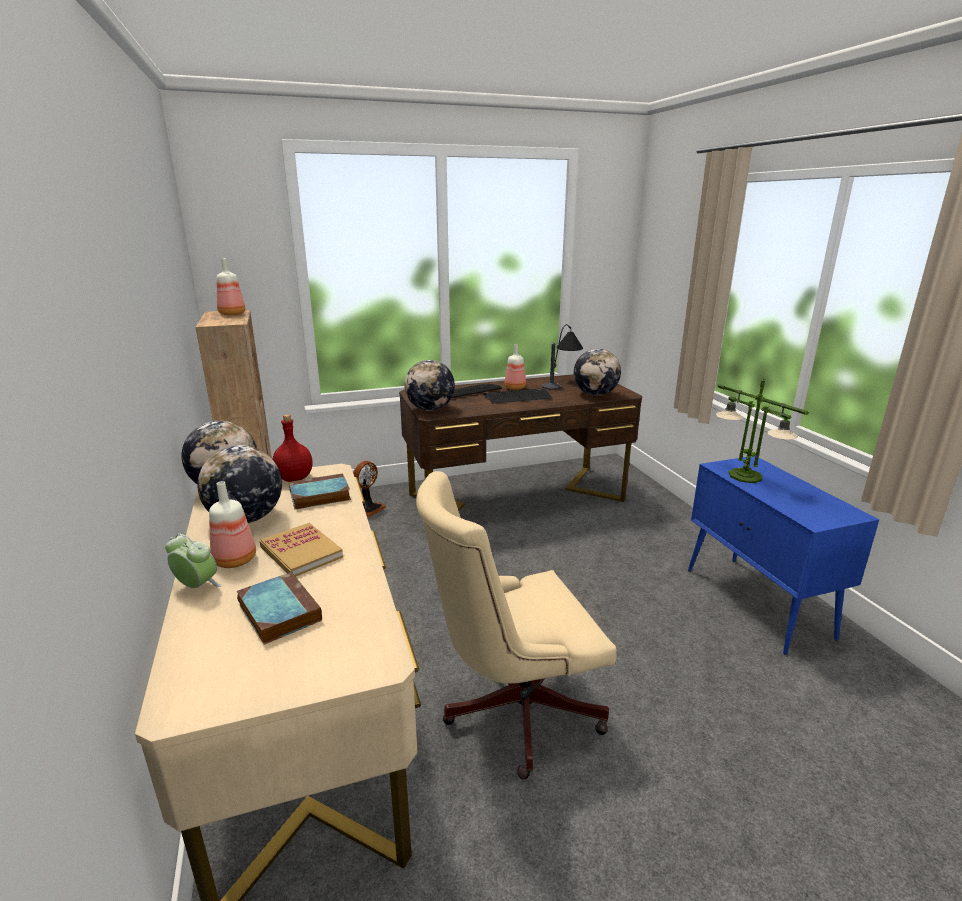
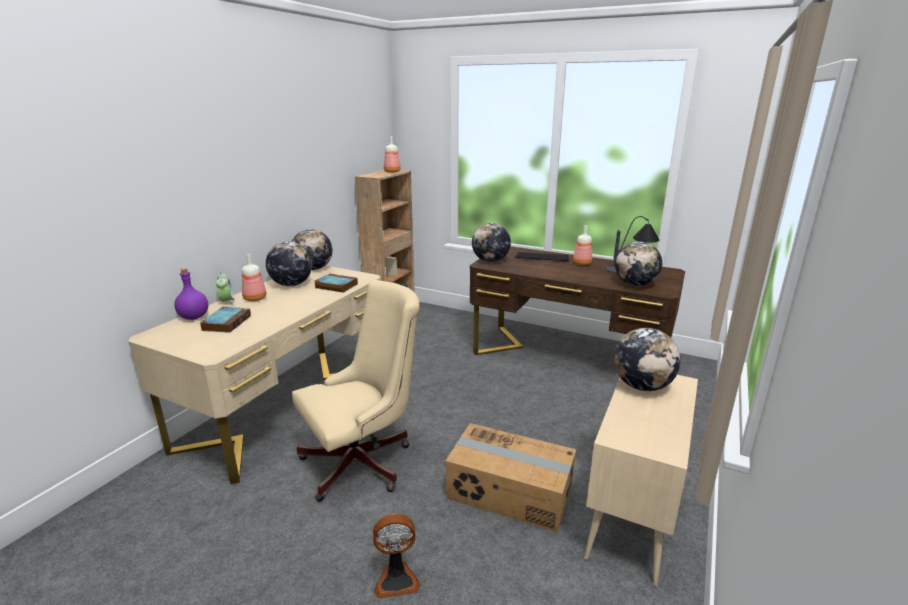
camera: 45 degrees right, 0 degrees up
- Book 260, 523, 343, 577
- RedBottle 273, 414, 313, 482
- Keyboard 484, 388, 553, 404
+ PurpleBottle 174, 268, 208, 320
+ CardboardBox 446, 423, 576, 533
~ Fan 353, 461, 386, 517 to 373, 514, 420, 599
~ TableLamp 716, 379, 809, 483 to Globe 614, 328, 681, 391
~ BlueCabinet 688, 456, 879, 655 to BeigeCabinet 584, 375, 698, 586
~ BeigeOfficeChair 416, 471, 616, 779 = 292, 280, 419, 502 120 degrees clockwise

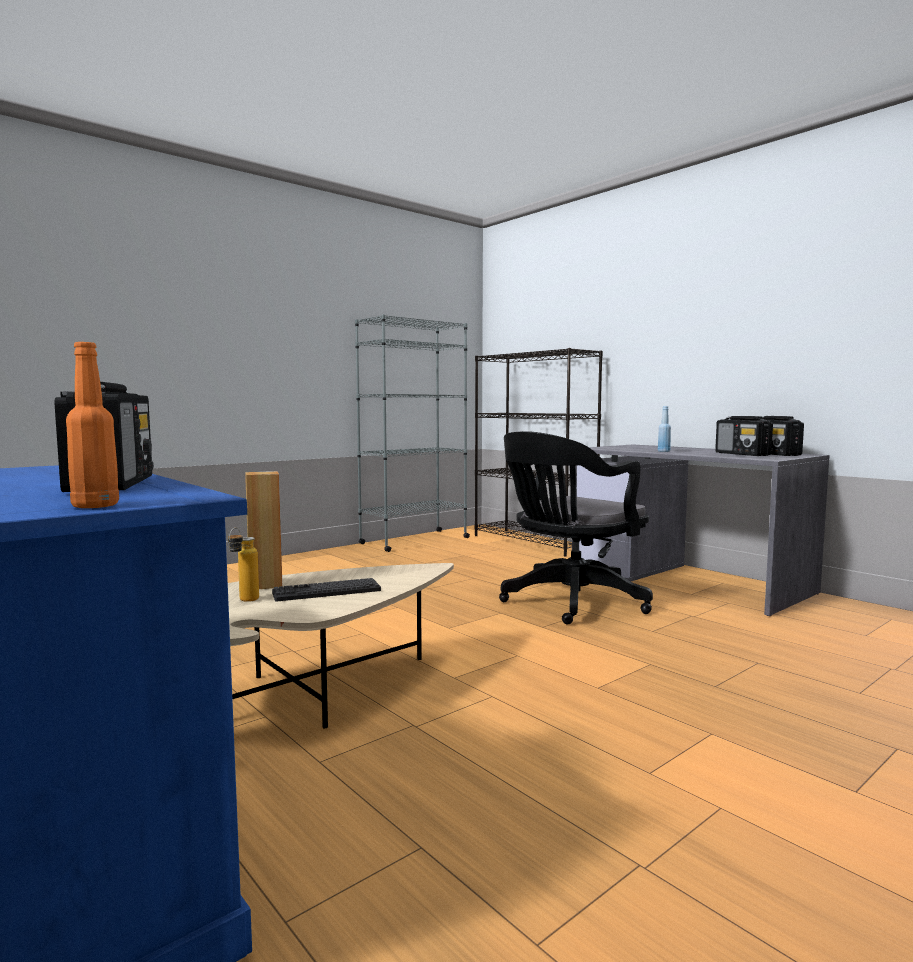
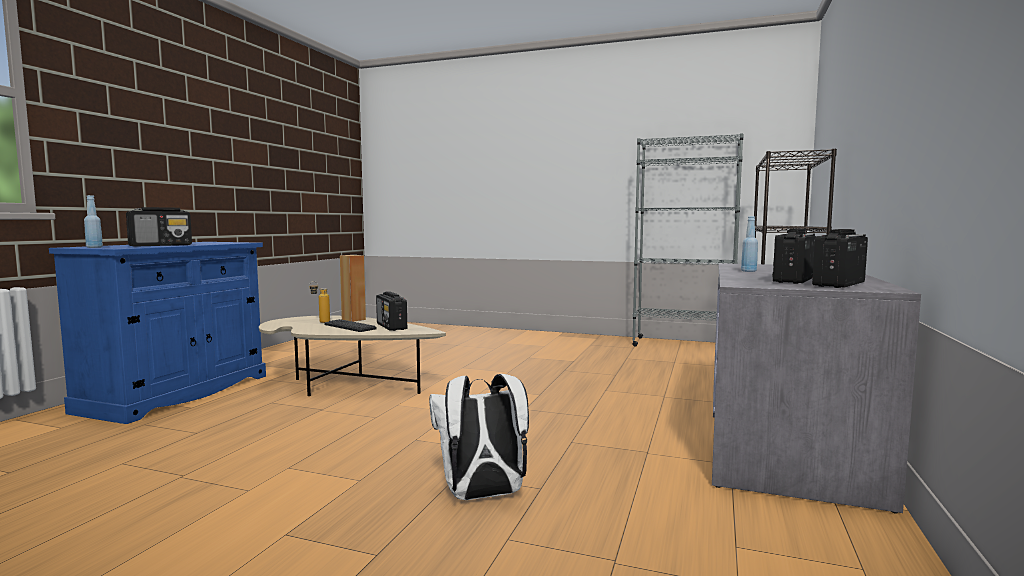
camera: 60 degrees right, 0 degrees up
- BlackOfficeChair 499, 431, 653, 624
+ Radio 376, 291, 407, 331
+ WhiteBackpack 429, 374, 529, 500
~ OrangeBottle 66, 342, 119, 508 to BlueBottle 84, 195, 103, 248

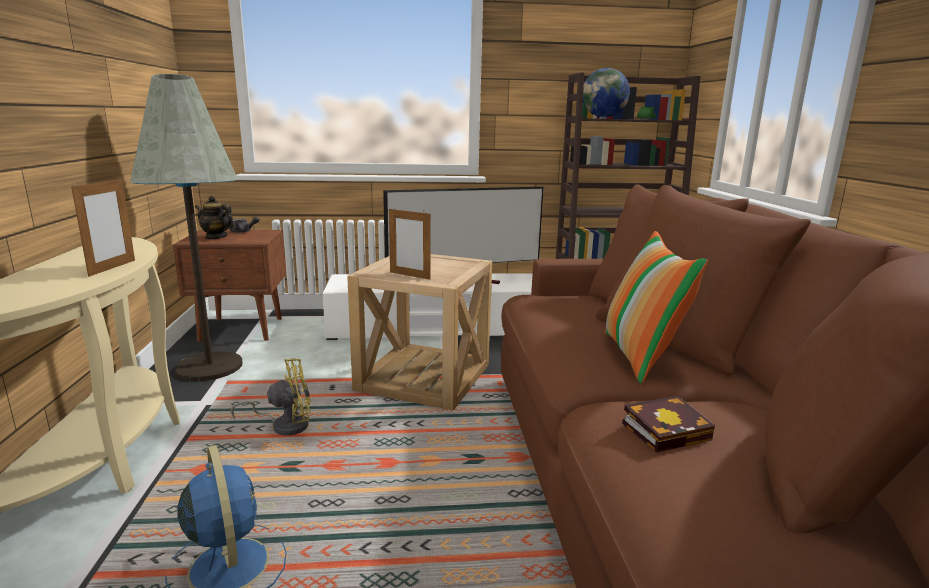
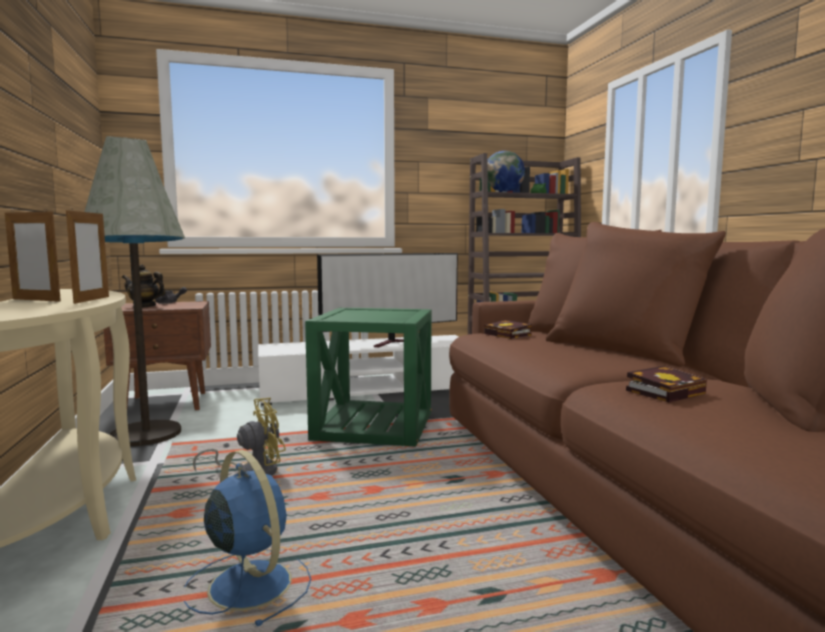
camera: 10 degrees left, 10 degrees down
- Pillow 605, 231, 708, 384
+ Book 485, 320, 532, 339
~ PictureFrame 389, 207, 431, 280 to 5, 208, 61, 302
~ BeigeSideTable 347, 254, 492, 410 to GreenSideTable 305, 308, 432, 447

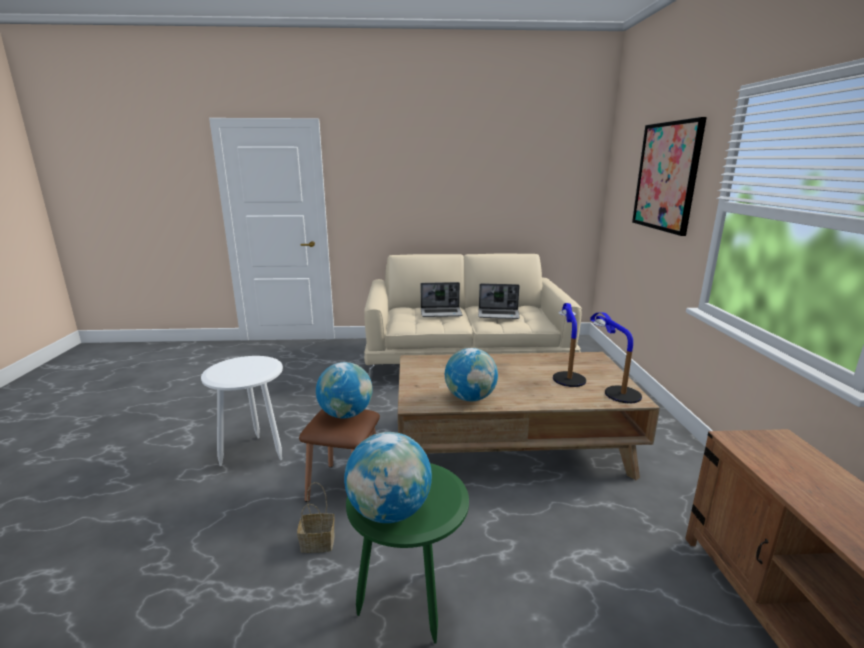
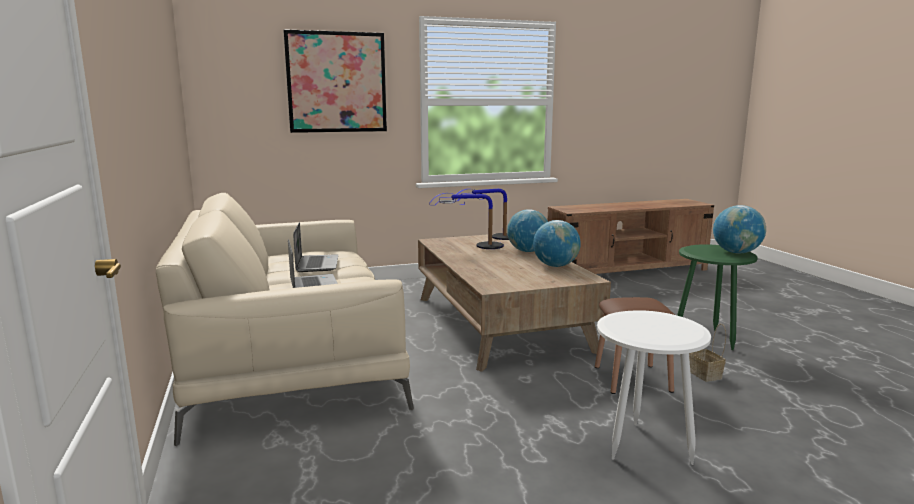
camera: 105 degrees left, 5 degrees down
~ Globe 316, 362, 373, 419 to 507, 209, 548, 252

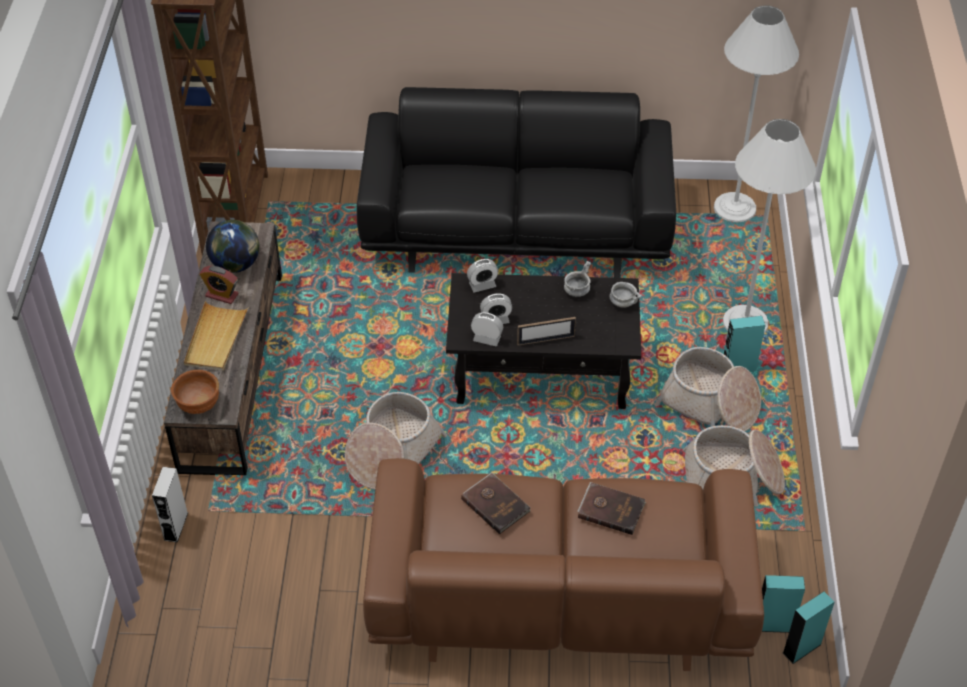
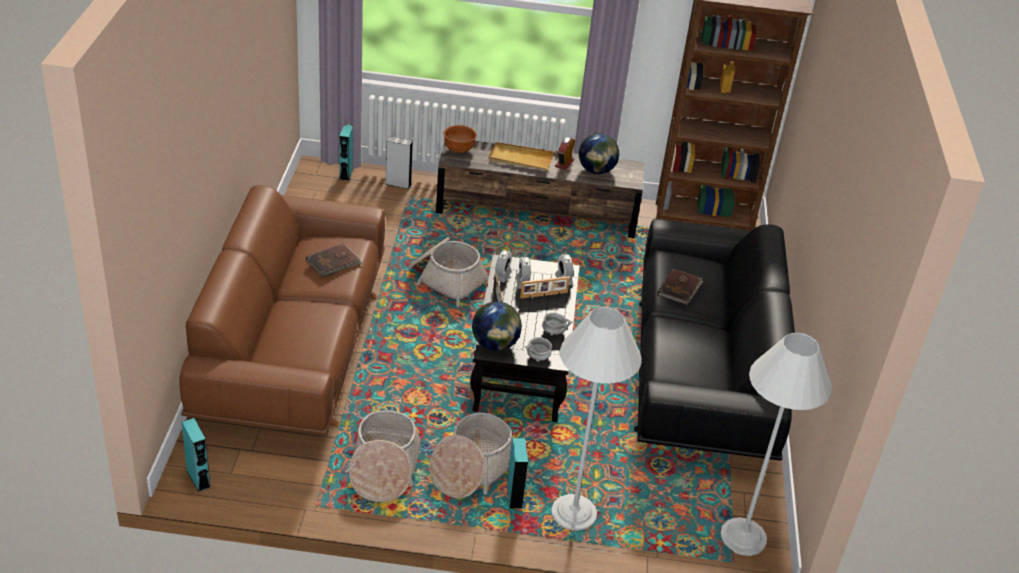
camera: 90 degrees right, 10 degrees down
+ Globe 472, 301, 522, 351
+ PictureFrame 520, 276, 570, 298
~ BrownBook 578, 482, 646, 535 to 657, 268, 703, 305
~ TurquoiseSpeaker 762, 575, 805, 633 to 339, 125, 354, 181

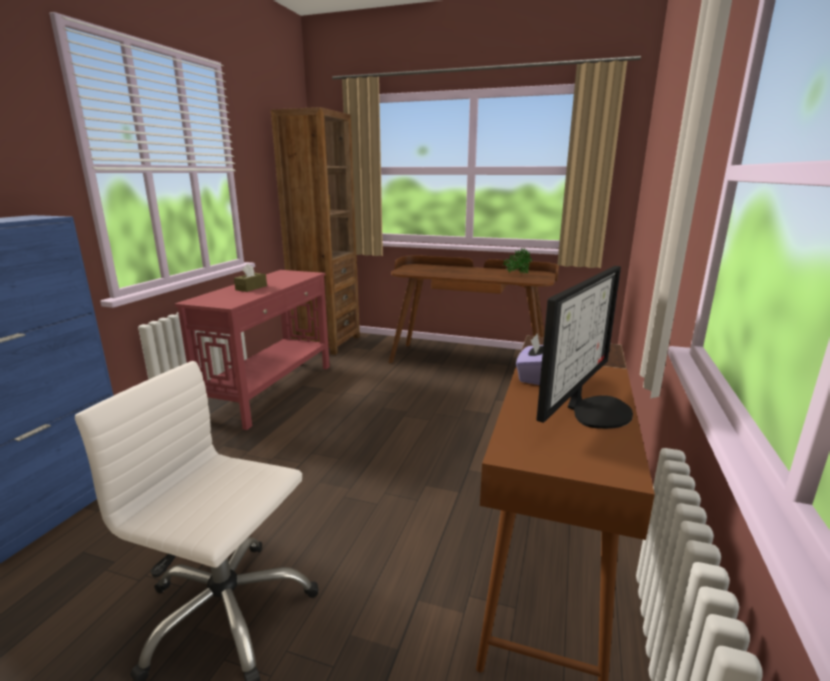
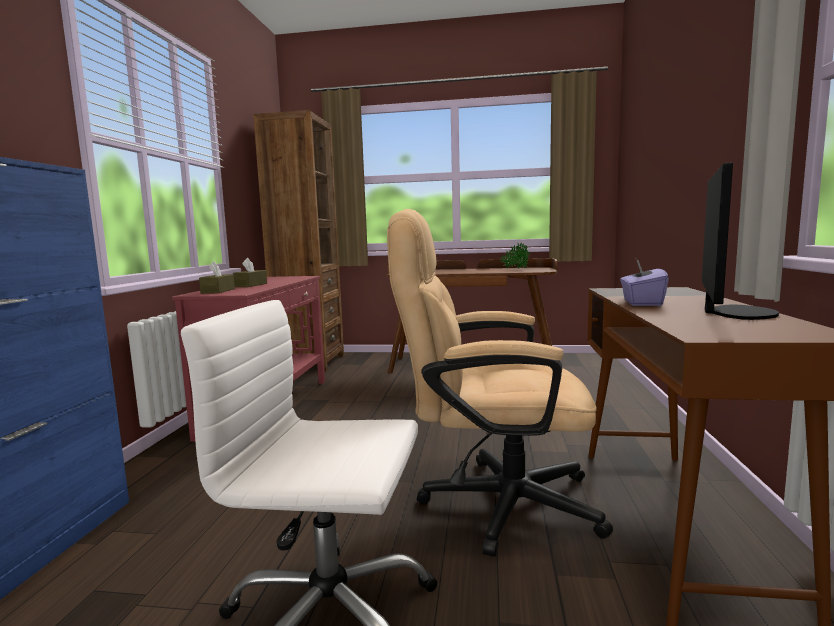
camera: 10 degrees left, 10 degrees down
+ BrownTissueBox 199, 261, 235, 294
+ BeigeOfficeChair 387, 209, 613, 557

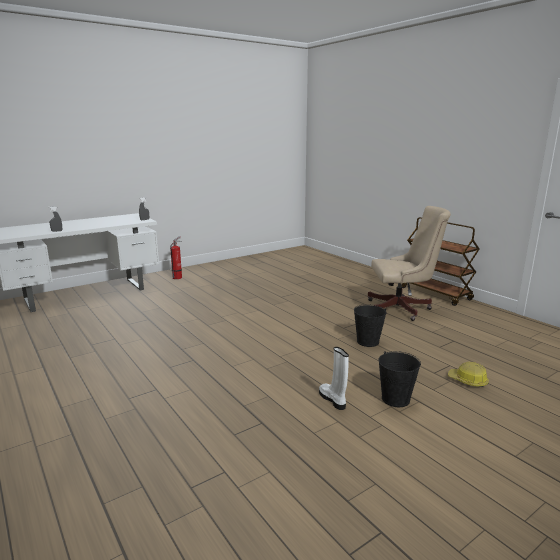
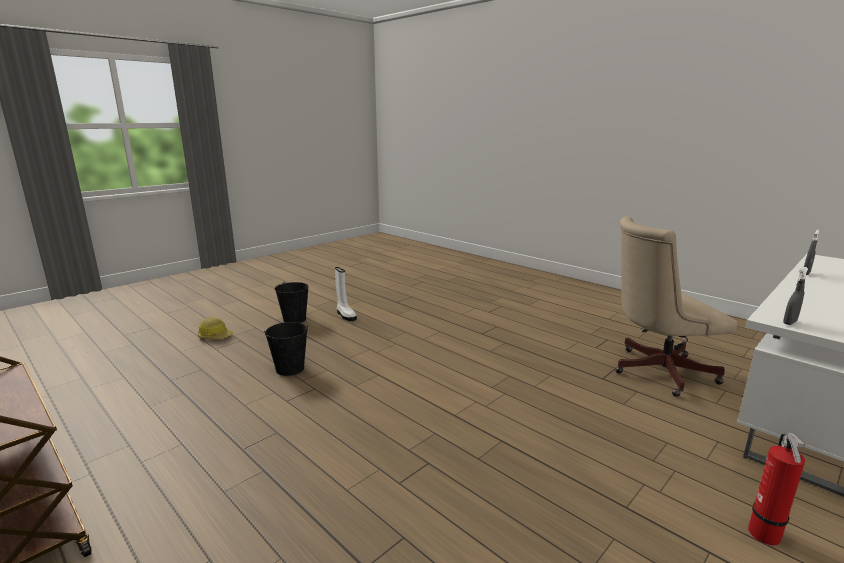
camera: 170 degrees right, 0 degrees up
~ BeigeOfficeChair 368, 206, 451, 321 to 615, 216, 737, 397

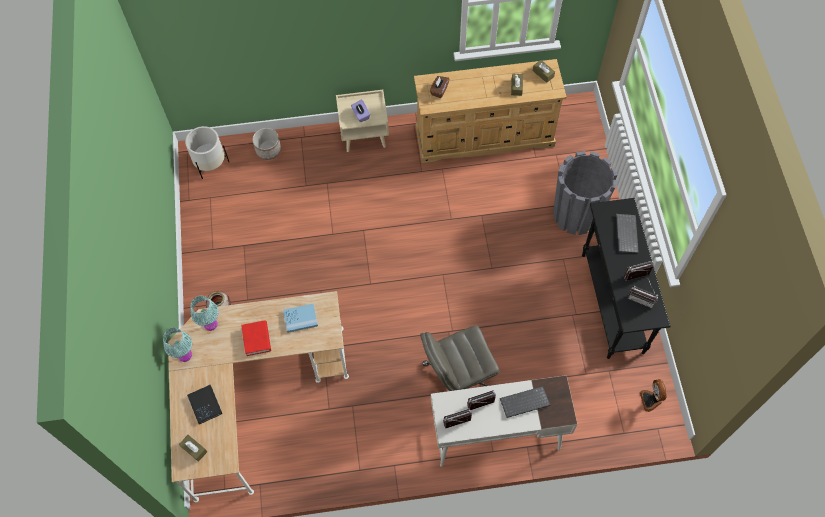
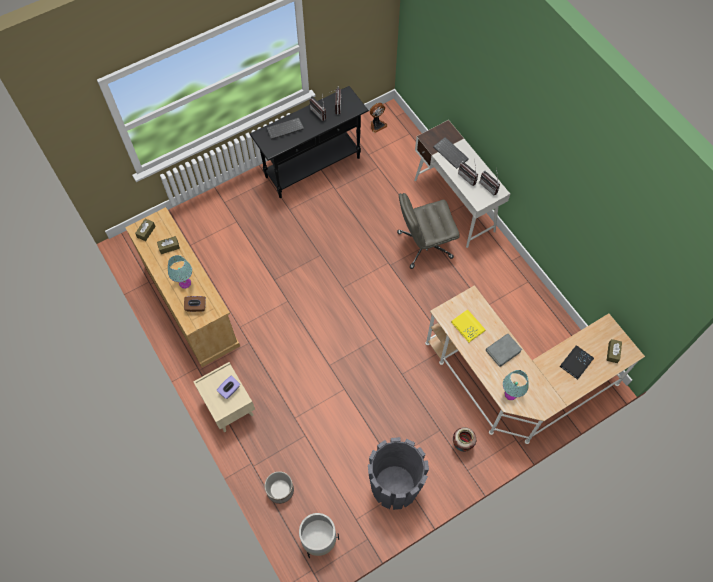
camera: 115 degrees left, 0 degrees up
~ TurquoiseTableLamp 163, 328, 192, 362 to 168, 255, 192, 289
~ GreyPlanter 553, 151, 617, 235 to 368, 437, 429, 510
~ RedBook 241, 320, 271, 356 to GreyBook 486, 334, 522, 367
~ BlueBook 283, 303, 318, 333 to YellowBook 451, 309, 486, 342
~ GreyOfficeChair 420, 325, 499, 391 = 397, 193, 460, 269 120 degrees clockwise

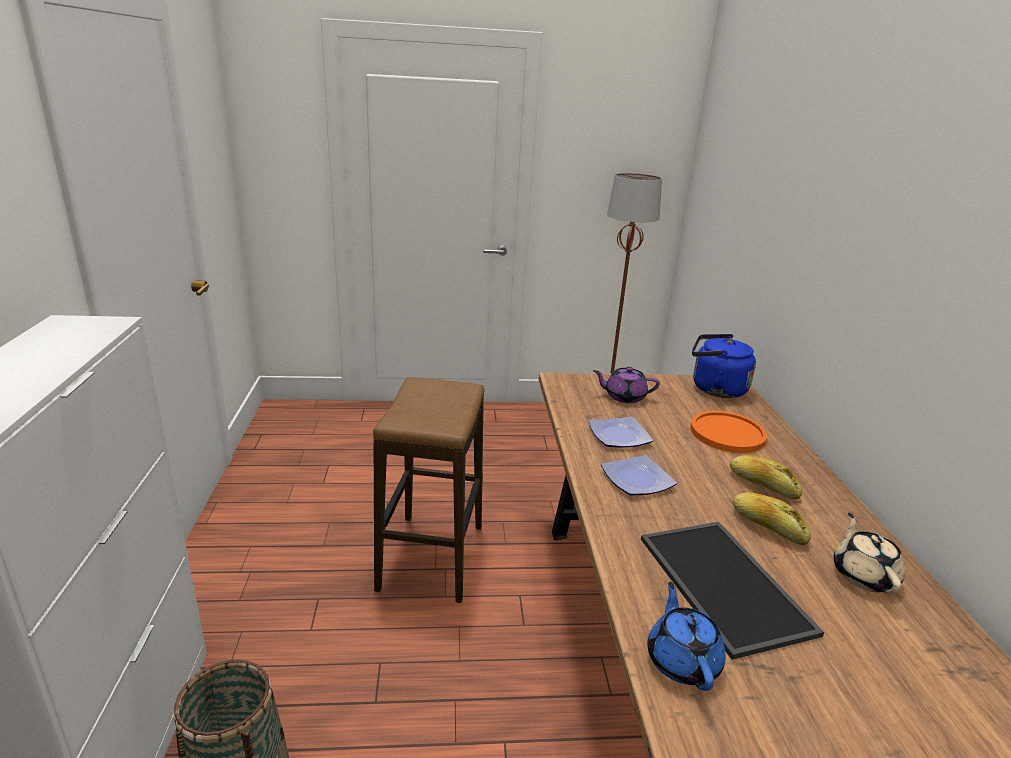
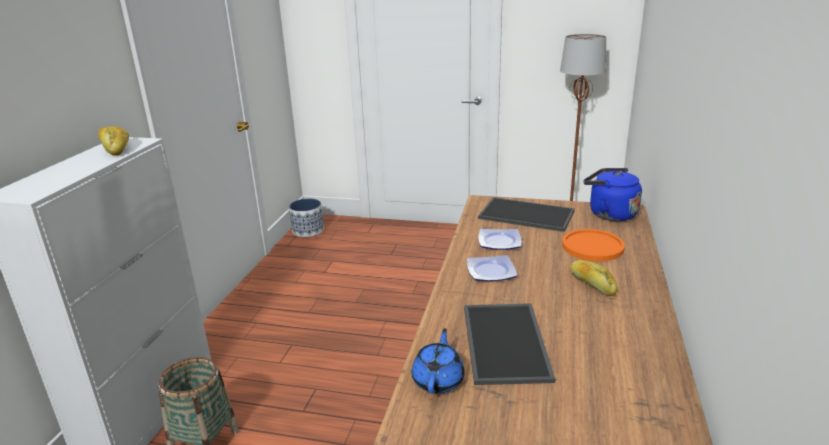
camera: 20 degrees right, 0 degrees up
- Stool 373, 377, 485, 603
- BeigeTeapot 833, 513, 905, 594
+ Planter 289, 199, 324, 237
~ Bread 732, 492, 811, 545 to 98, 126, 129, 155
~ PurpleTeapot 593, 367, 660, 403 to Tray 478, 197, 575, 232

